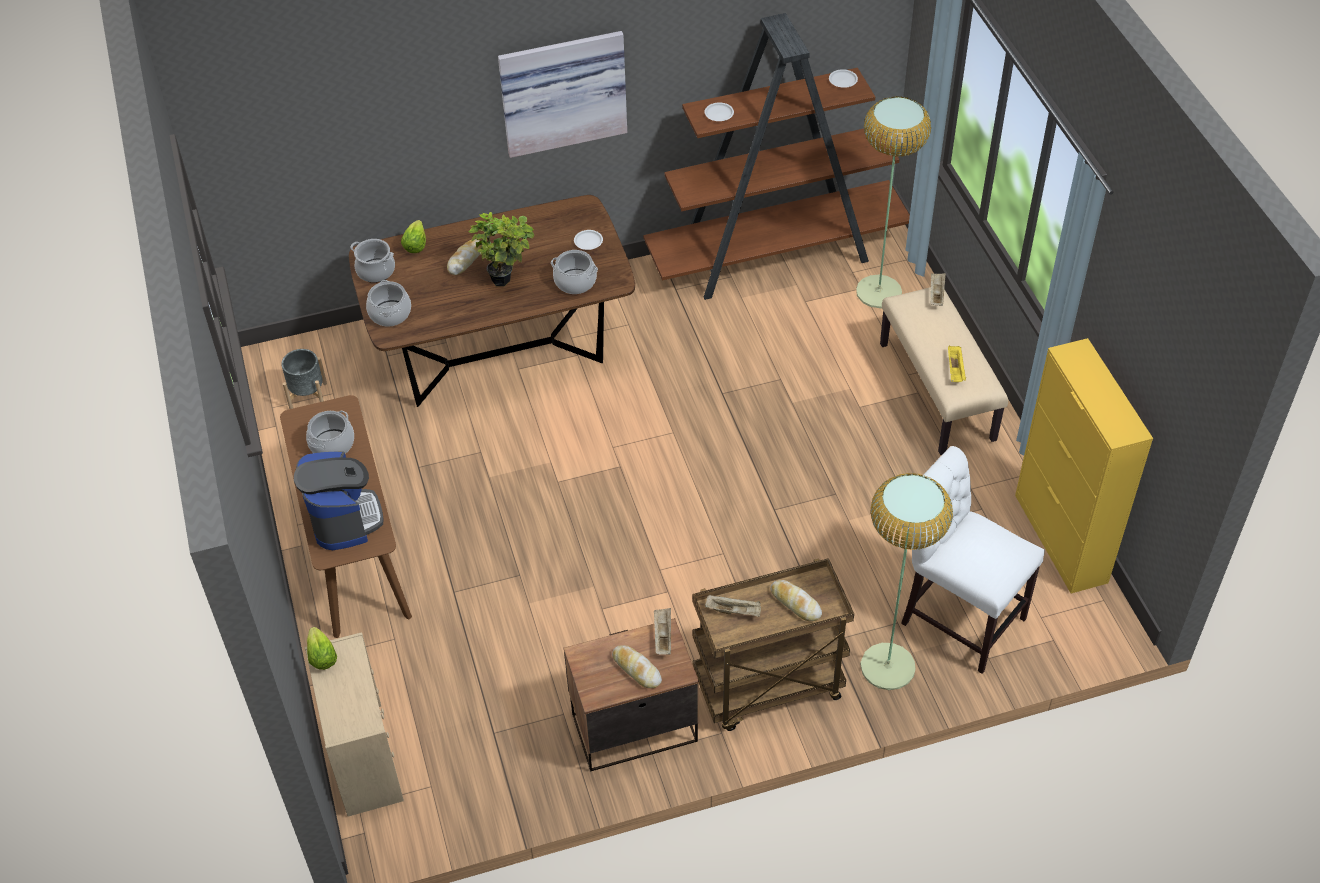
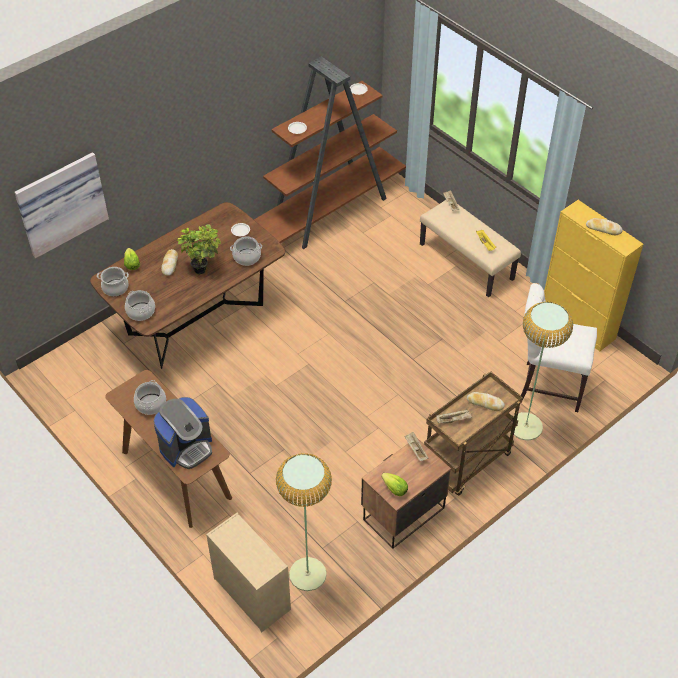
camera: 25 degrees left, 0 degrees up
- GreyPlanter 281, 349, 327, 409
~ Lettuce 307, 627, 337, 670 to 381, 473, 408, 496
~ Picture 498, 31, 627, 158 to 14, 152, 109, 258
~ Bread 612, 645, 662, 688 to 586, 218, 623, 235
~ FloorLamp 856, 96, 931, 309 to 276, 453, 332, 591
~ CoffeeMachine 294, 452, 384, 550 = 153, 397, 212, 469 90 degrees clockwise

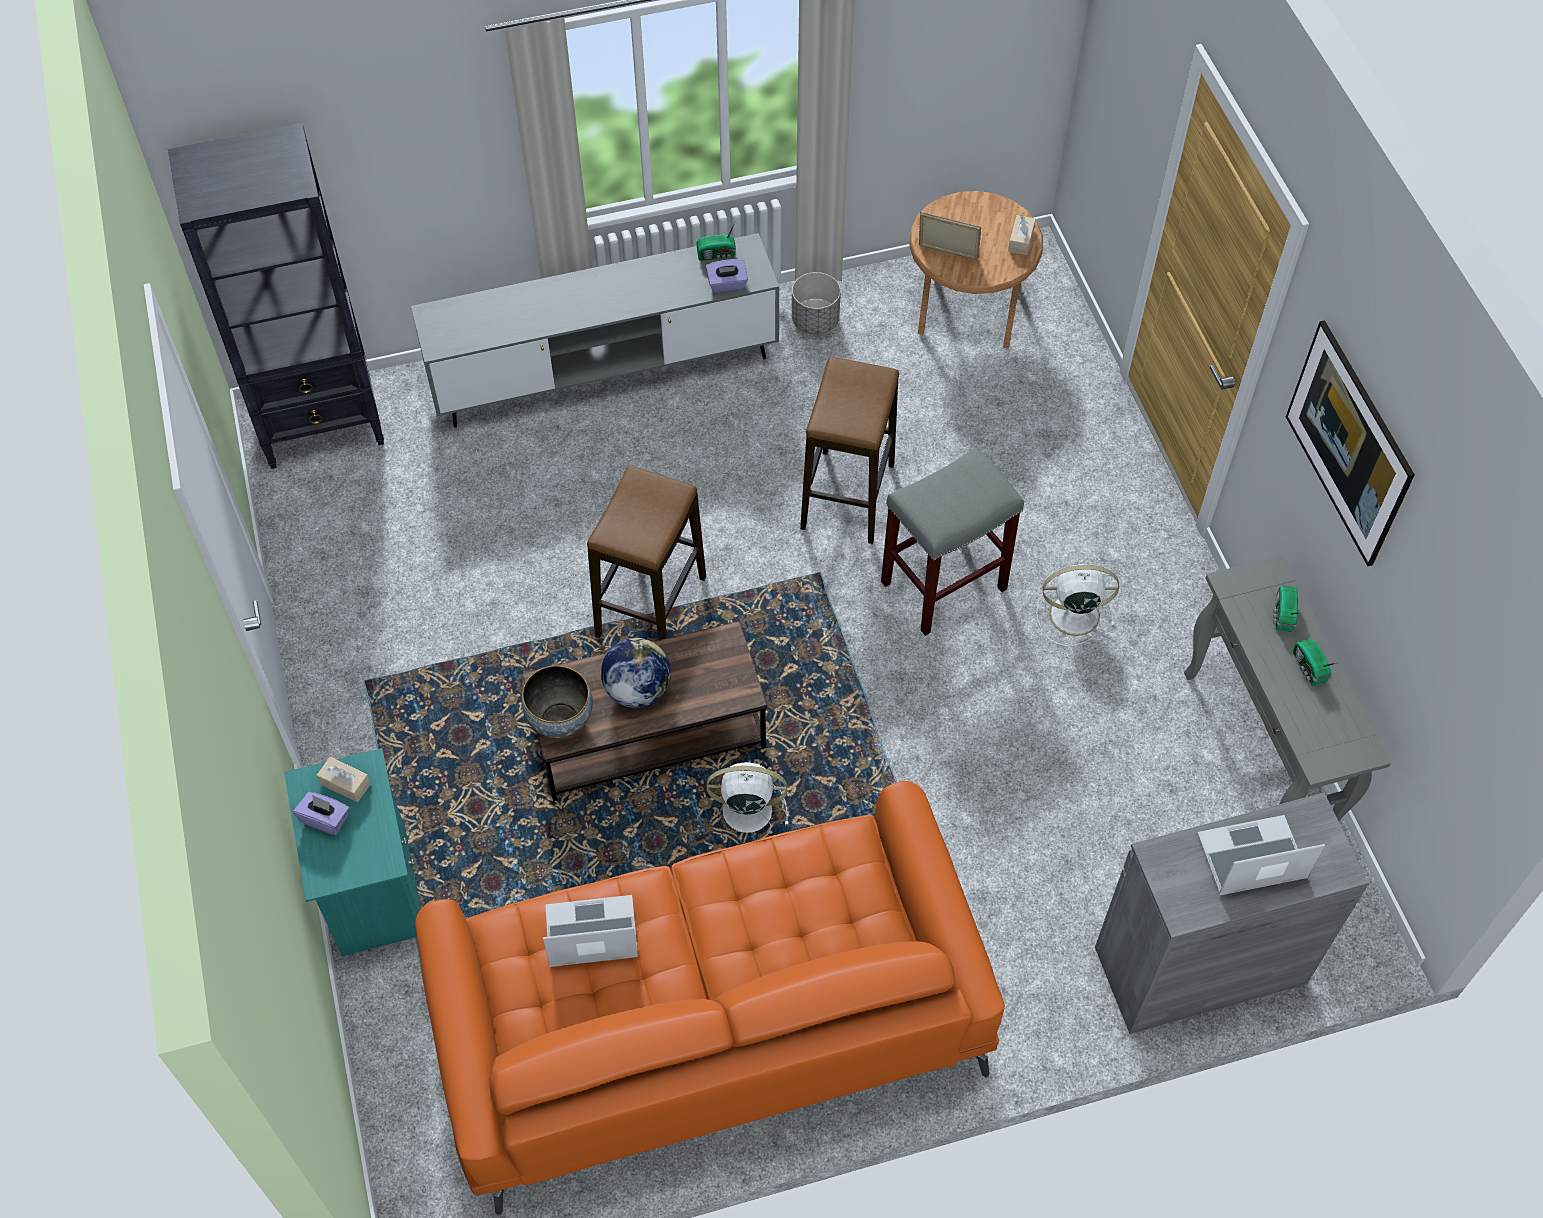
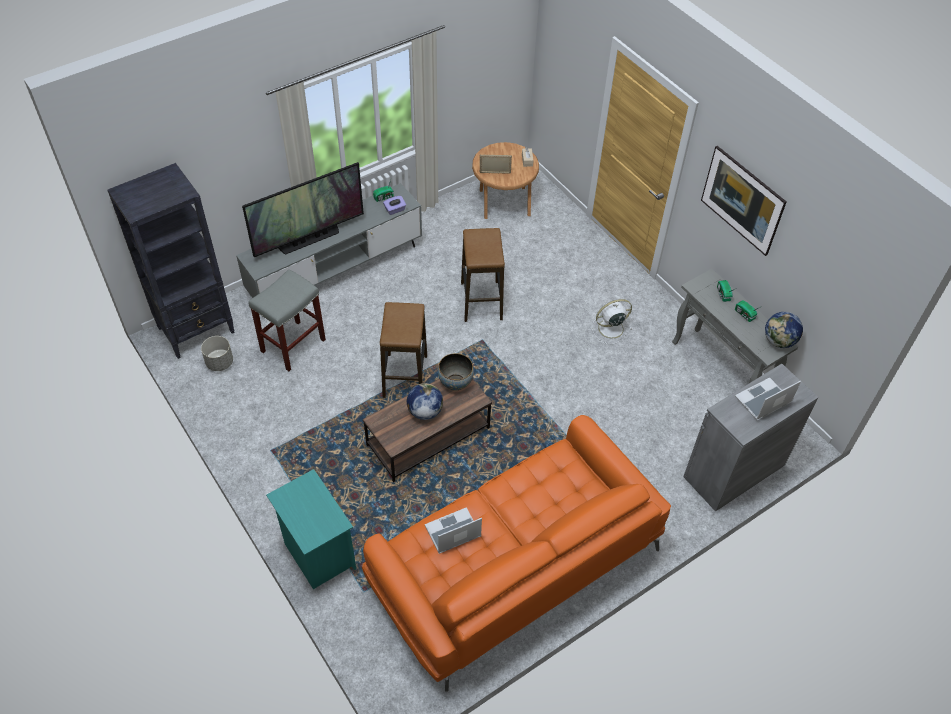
camera: 20 degrees left, 5 degrees down
- PurpleTissueBox 293, 792, 349, 835
- BeigeTissueBox 317, 757, 371, 802
- WhiteFan 707, 762, 789, 839
+ Television 242, 162, 364, 257
+ Globe 765, 312, 803, 348
~ Bowl 522, 665, 593, 739 to 438, 353, 474, 391
~ GreyPlanter 792, 272, 841, 334 to 201, 336, 233, 371
~ GreyStool 881, 448, 1024, 636 to 248, 269, 326, 371

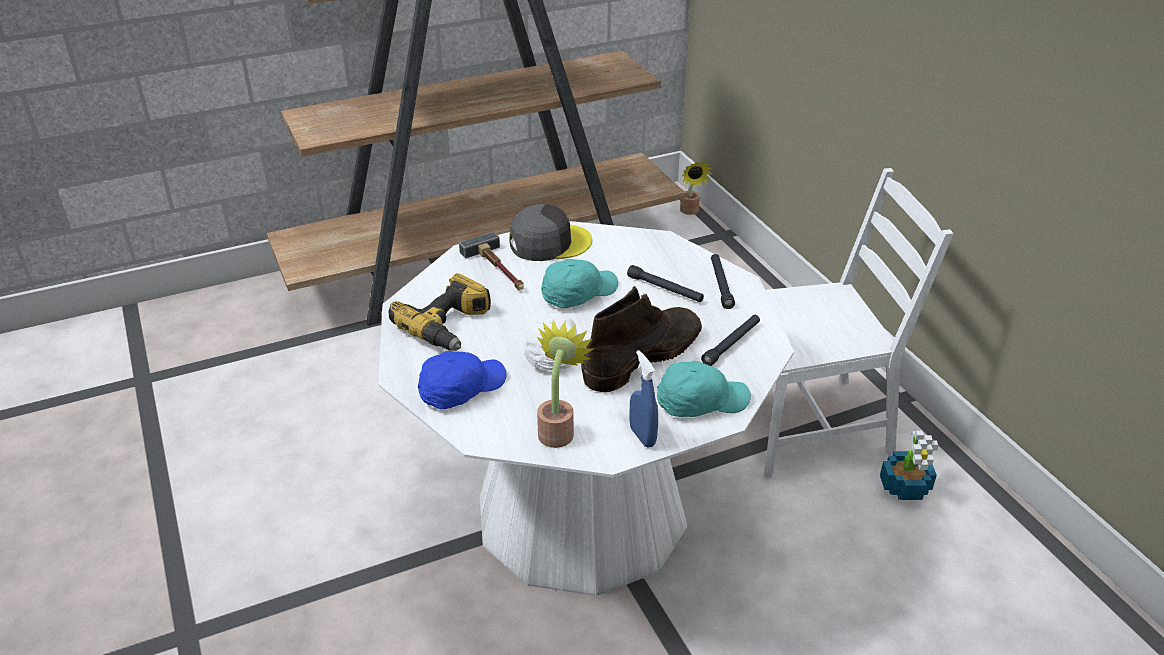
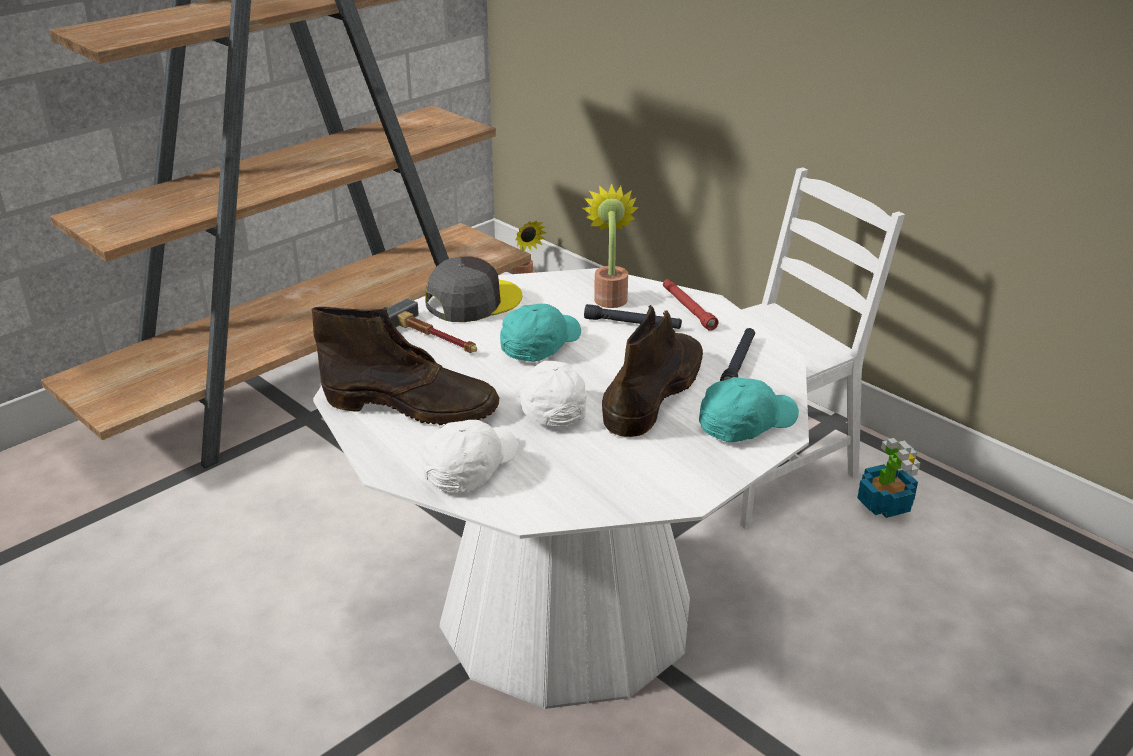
camera: 20 degrees left, 5 degrees down
- BlueSprayBottle 629, 350, 658, 448
~ PottedPlant 537, 320, 594, 448 to 583, 183, 639, 308
~ PowerDrill 389, 273, 491, 351 to BrownBoot 312, 307, 499, 425
~ BlueCap 418, 351, 507, 409 to WhiteCap 422, 420, 518, 493
~ BlackFlashlight 711, 254, 735, 309 to RedFlashlight 663, 279, 719, 331

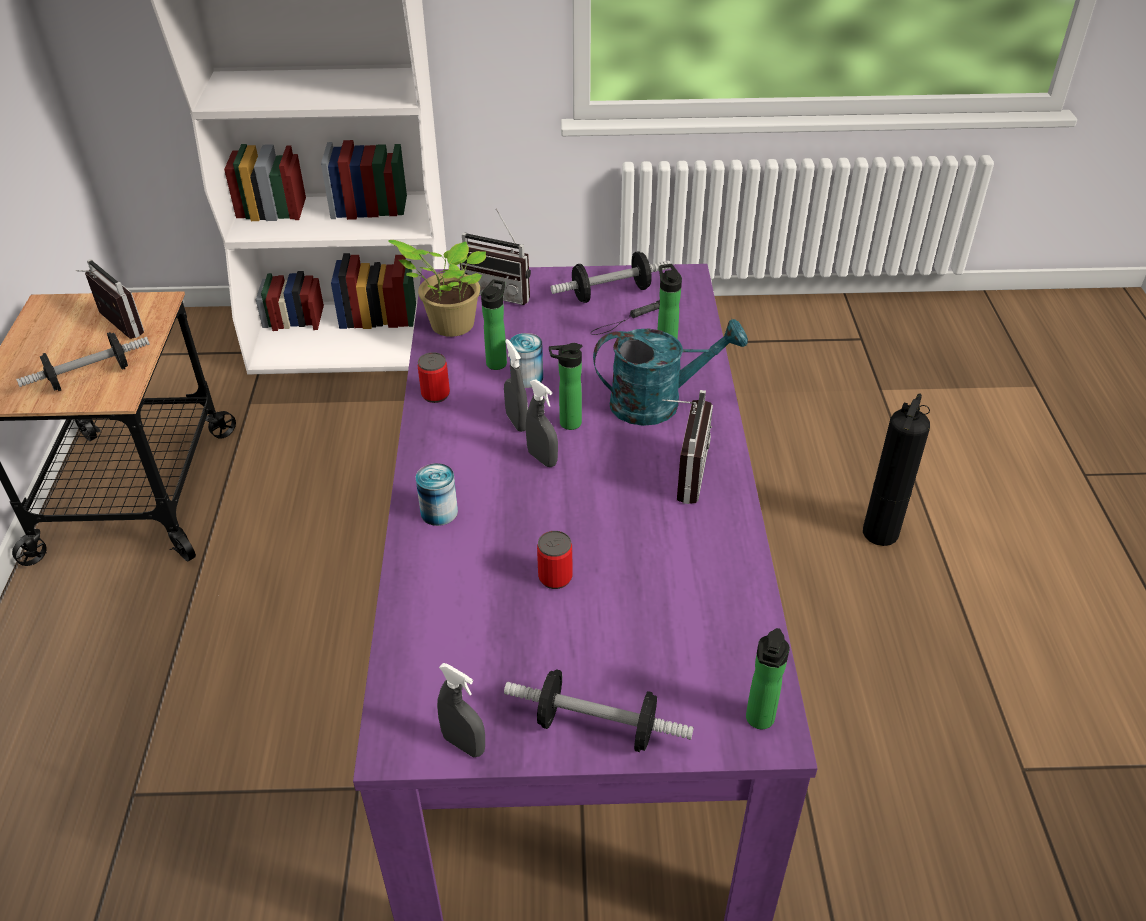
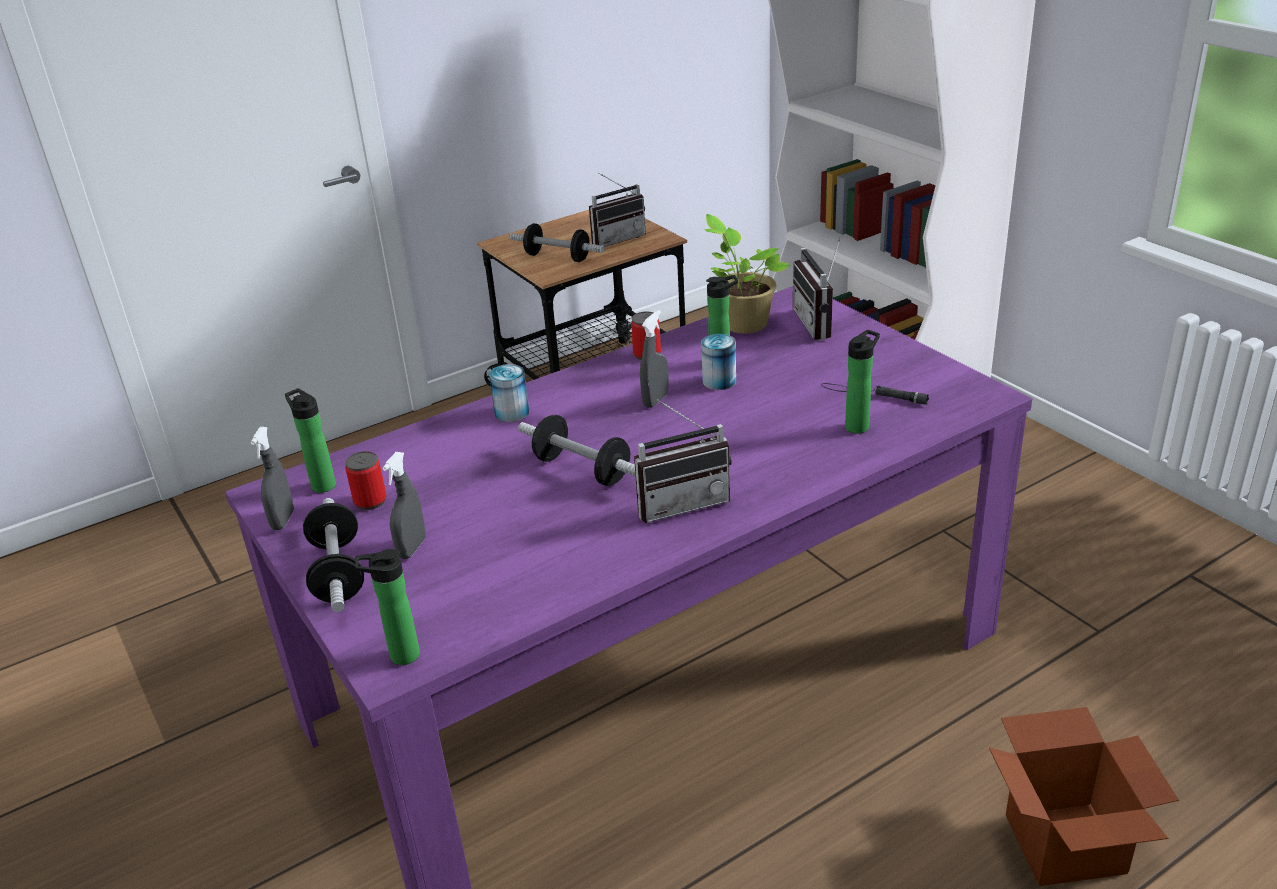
camera: 60 degrees right, 10 degrees down
- TurquoiseWateringCan 593, 319, 748, 426
~ GreySprayBottle 526, 380, 558, 467 to 383, 452, 426, 559
~ Can 537, 531, 573, 589 to 345, 451, 387, 510
~ Bottle 549, 343, 582, 430 to 285, 388, 336, 493
~ Dumbbell 551, 251, 671, 303 to 518, 415, 635, 486
~ FireExtinguisher 863, 393, 930, 546 to CardboardBox 989, 707, 1179, 886
~ Radio 76, 259, 144, 339 = 589, 173, 646, 247 45 degrees clockwise

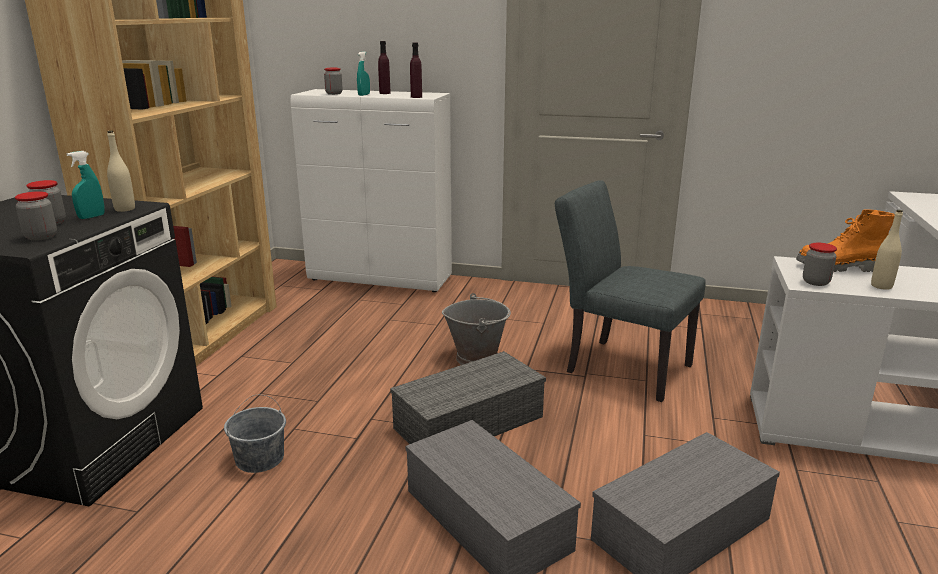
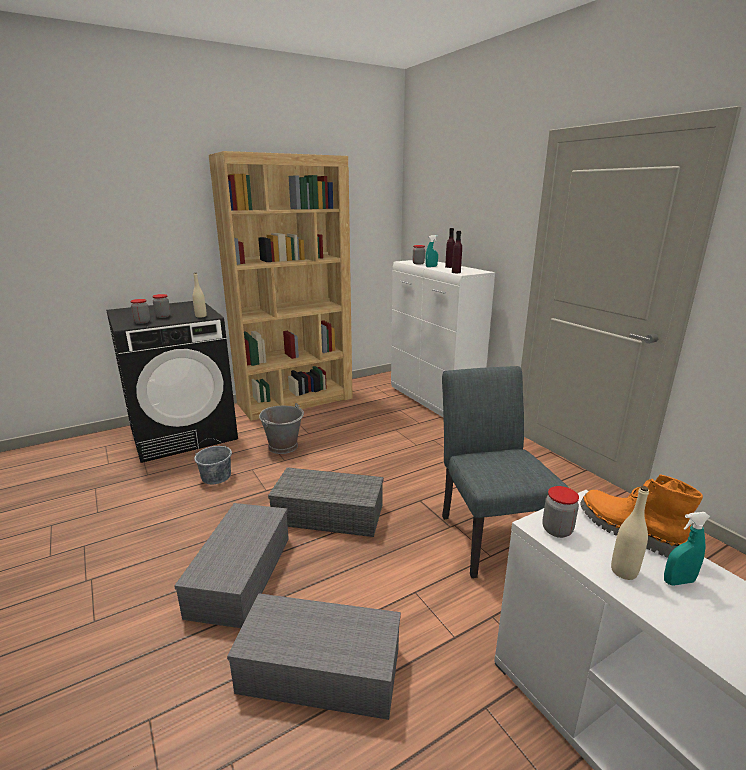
camera: 45 degrees right, 0 degrees up
~ TurquoiseSprayBottle 67, 151, 105, 219 to 664, 512, 711, 586
~ GreyBucket 442, 293, 511, 365 to 259, 403, 304, 454

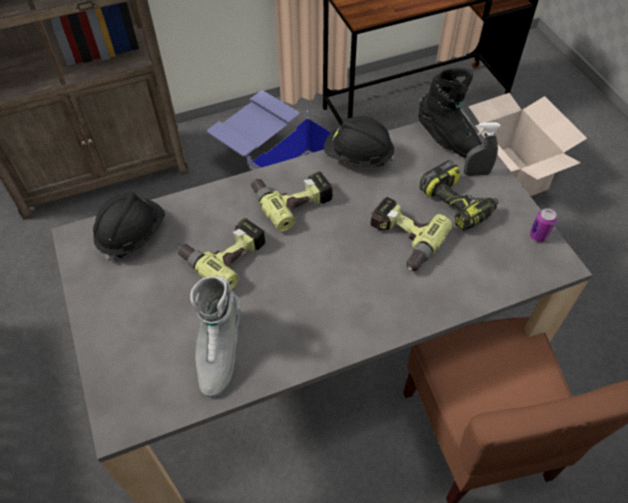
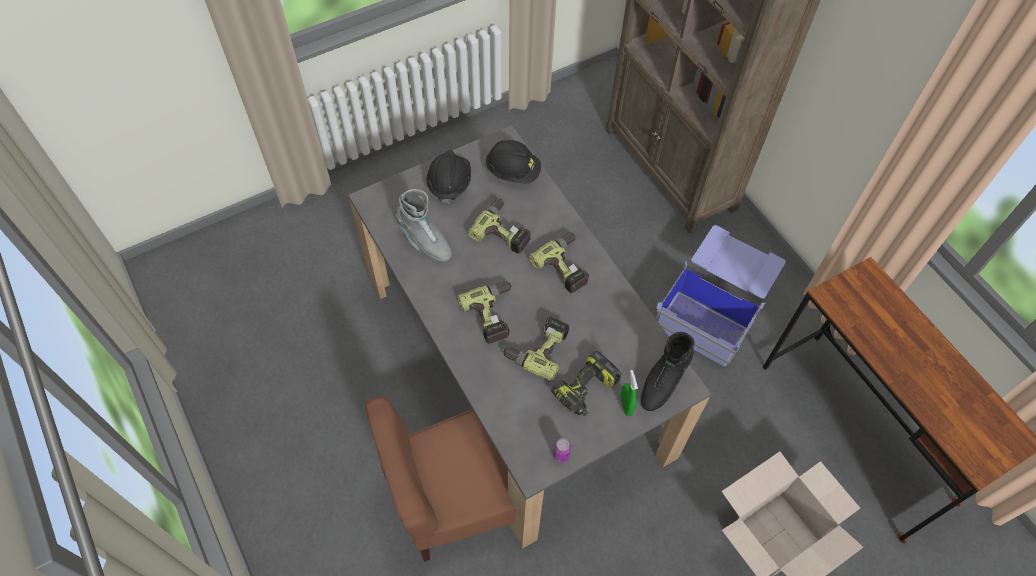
camera: 80 degrees right, 5 degrees up
+ PowerDrill 457, 281, 512, 344
~ BlackHardHat 324, 116, 395, 167 to 426, 150, 471, 204
~ GreySprayBottle 464, 122, 501, 176 to GreenSprayBottle 620, 370, 638, 416
~ GreyBoot 190, 276, 241, 397 = 396, 189, 452, 262 135 degrees counterclockwise

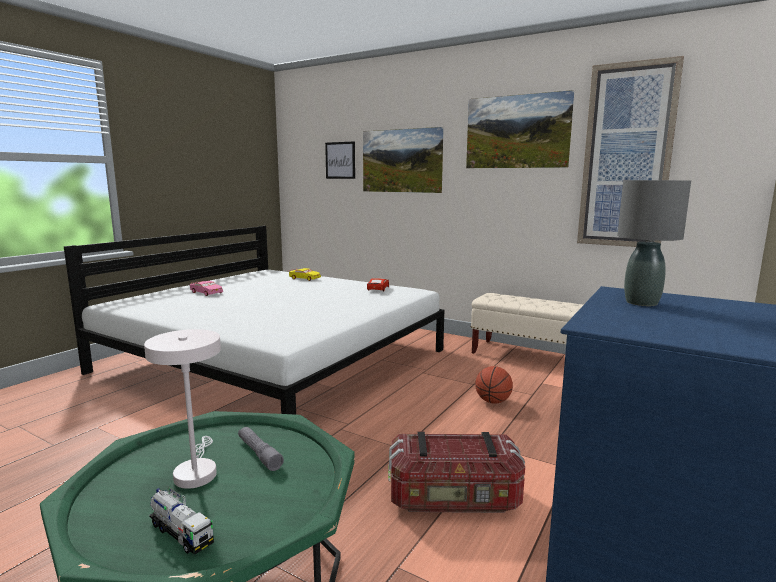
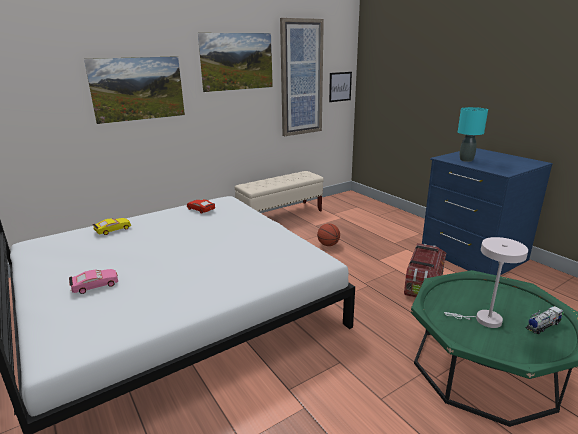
camera: 65 degrees left, 10 degrees up
- GreyFlashlight 238, 427, 284, 471
~ Picture 325, 141, 355, 179 to 329, 72, 352, 102
~ GreyTableLamp 617, 180, 691, 306 to TurquoiseTableLamp 458, 107, 488, 162

